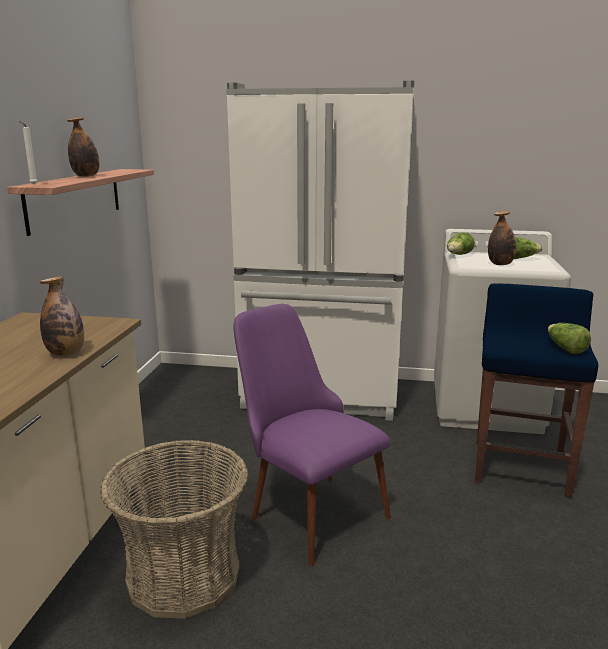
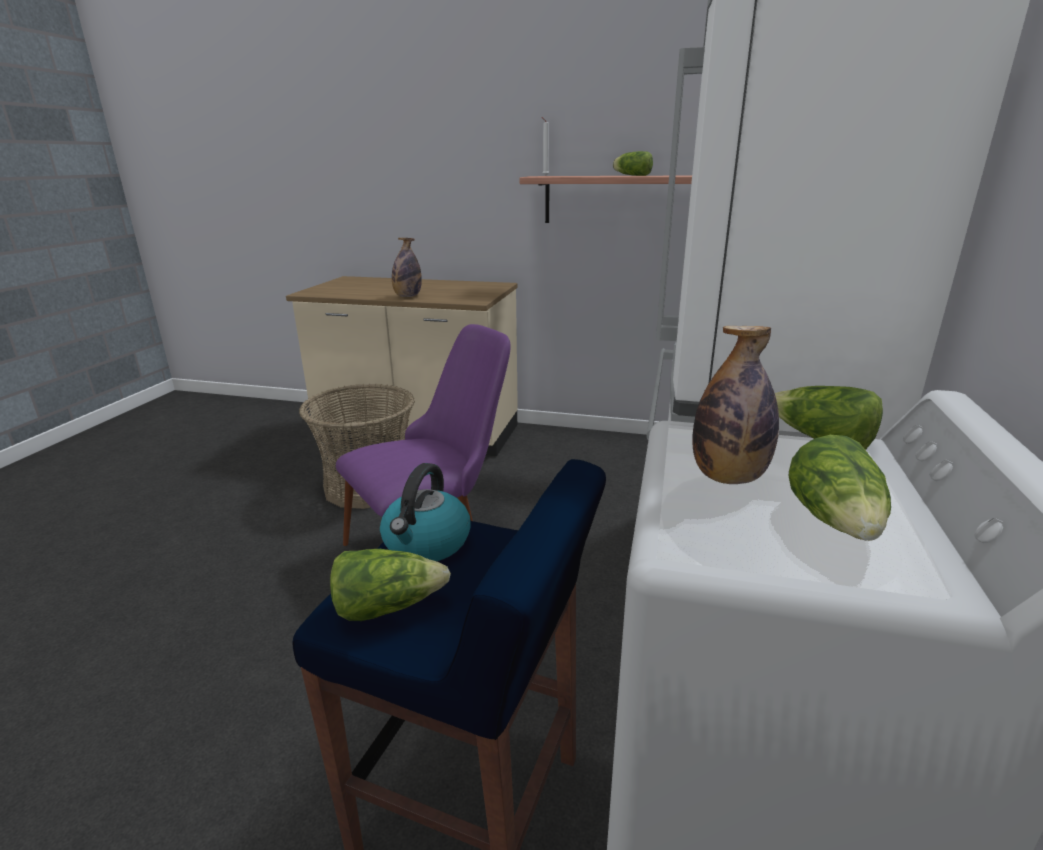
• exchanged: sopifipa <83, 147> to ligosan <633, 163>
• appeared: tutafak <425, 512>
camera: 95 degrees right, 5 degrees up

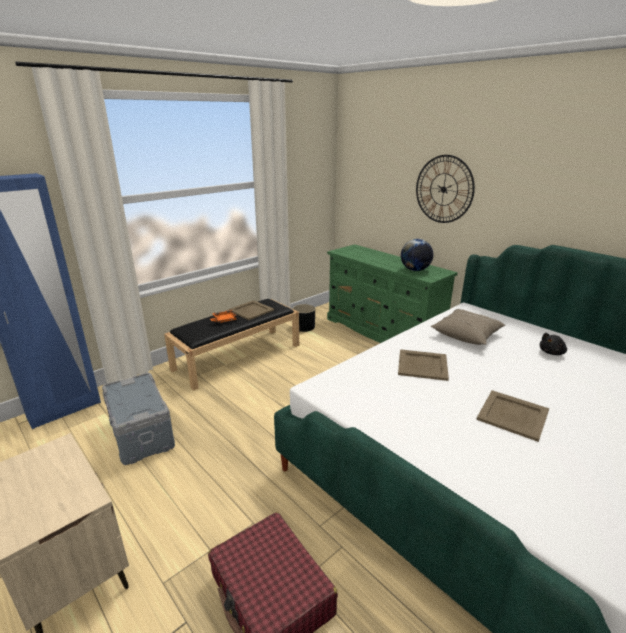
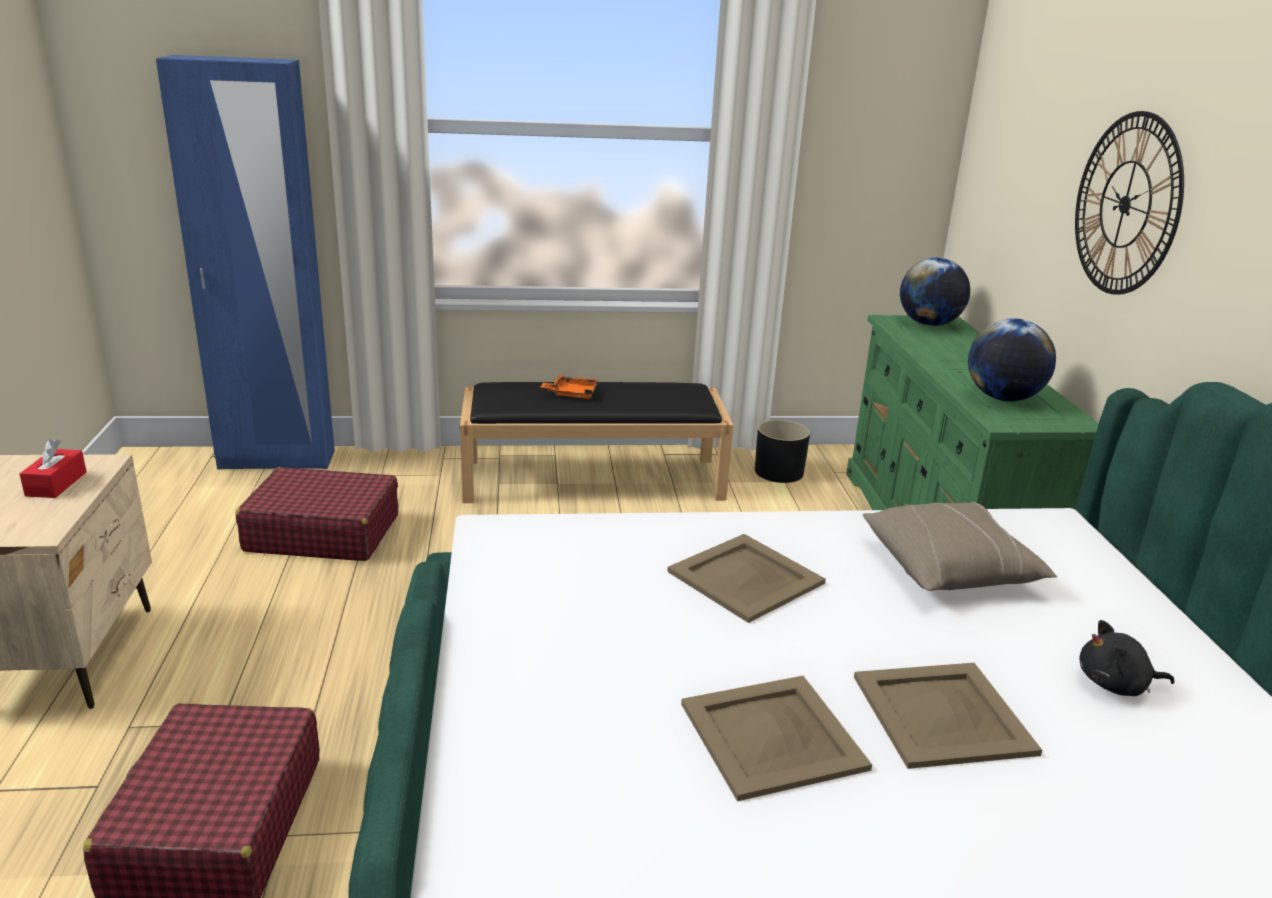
• exchanged: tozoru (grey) <138, 419> to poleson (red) <316, 514>
• relocated: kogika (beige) <251, 310> to <948, 716>
• appeared: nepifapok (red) <53, 468>
• appeared: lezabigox <935, 291>
camera: 35 degrees right, 0 degrees up

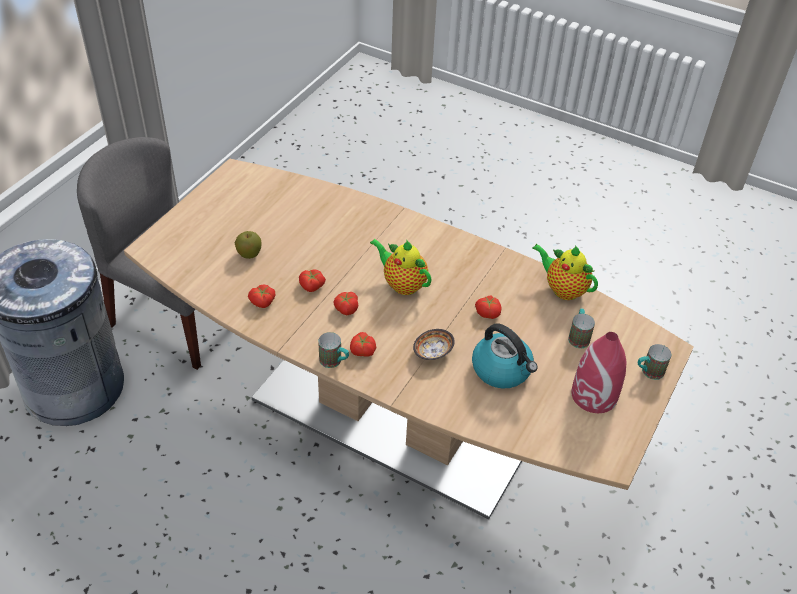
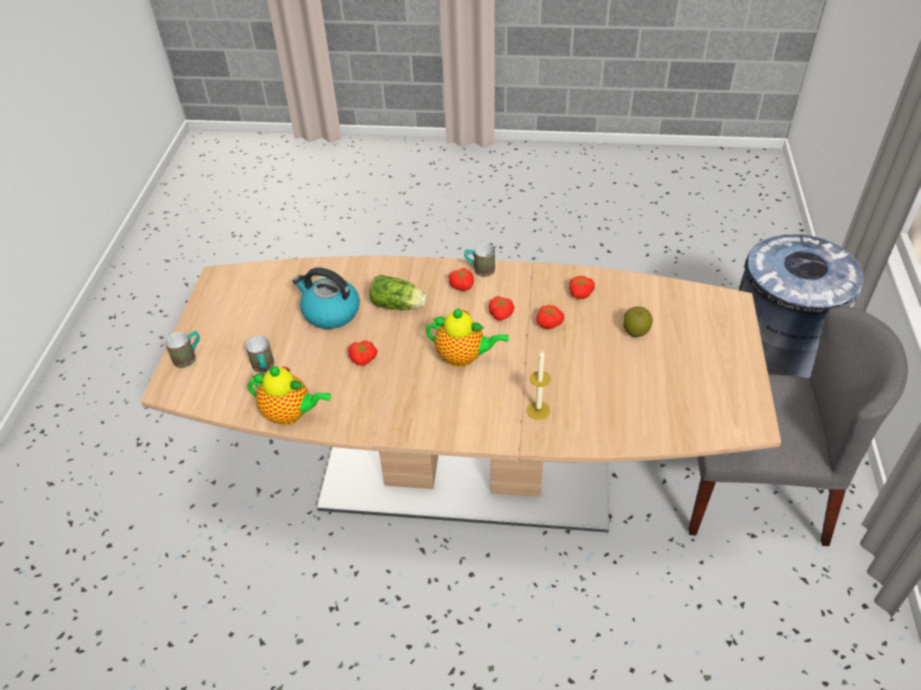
• exchanged: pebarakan <434, 344> to ligosan <398, 292>
• missing: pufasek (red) <599, 372>
• appeared: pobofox <539, 385>
camera: 160 degrees right, 0 degrees up

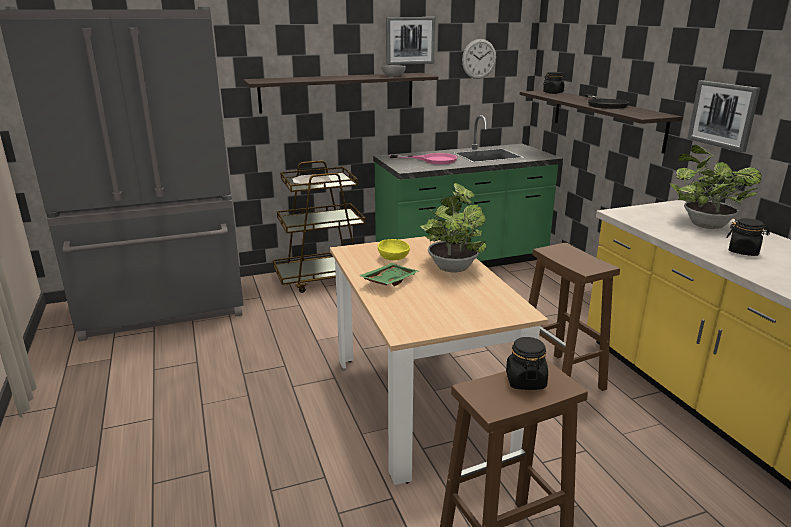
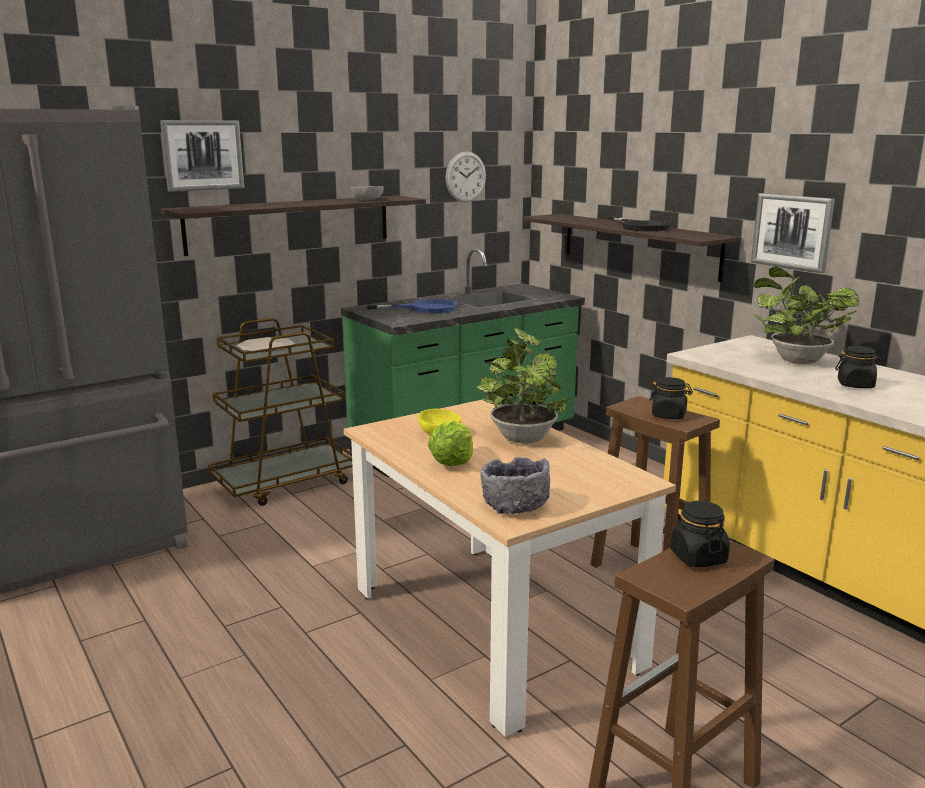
• exchanged: kogika (green) <389, 274> to ligosan <450, 443>
• relocated: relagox <410, 41> to <202, 156>
• colour: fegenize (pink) <423, 158> to fegenize (blue) <411, 306>
• relocated: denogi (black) <554, 83> to <671, 398>
• appeared: pebarakan (grey) <515, 485>
camera: 15 degrees left, 5 degrees down

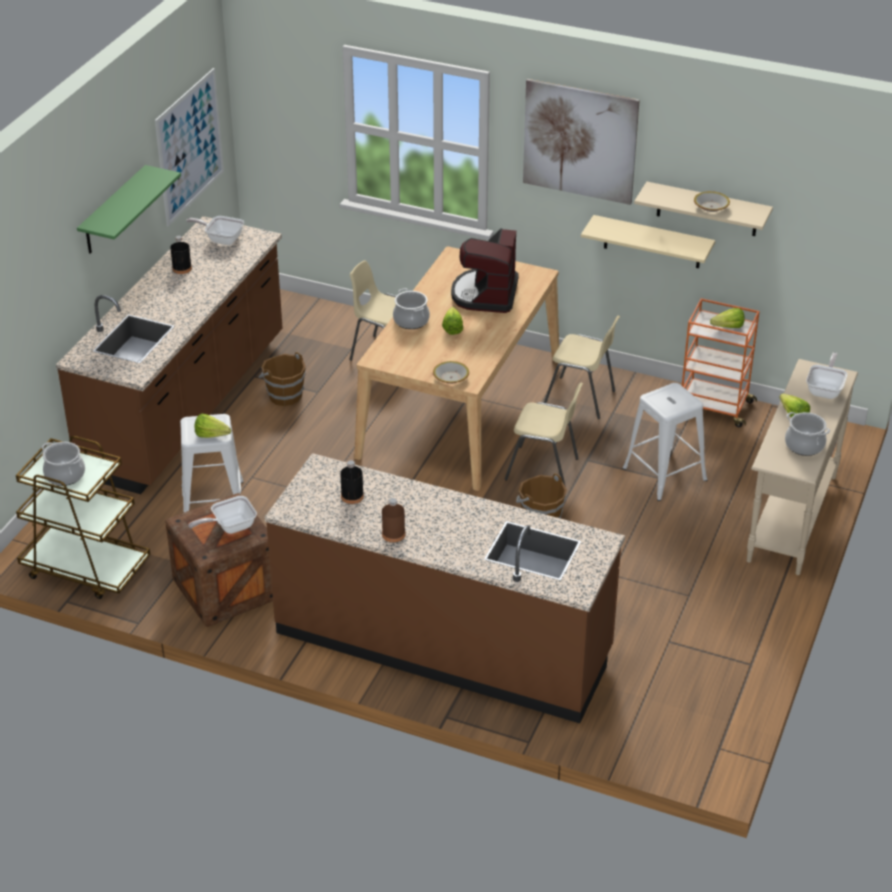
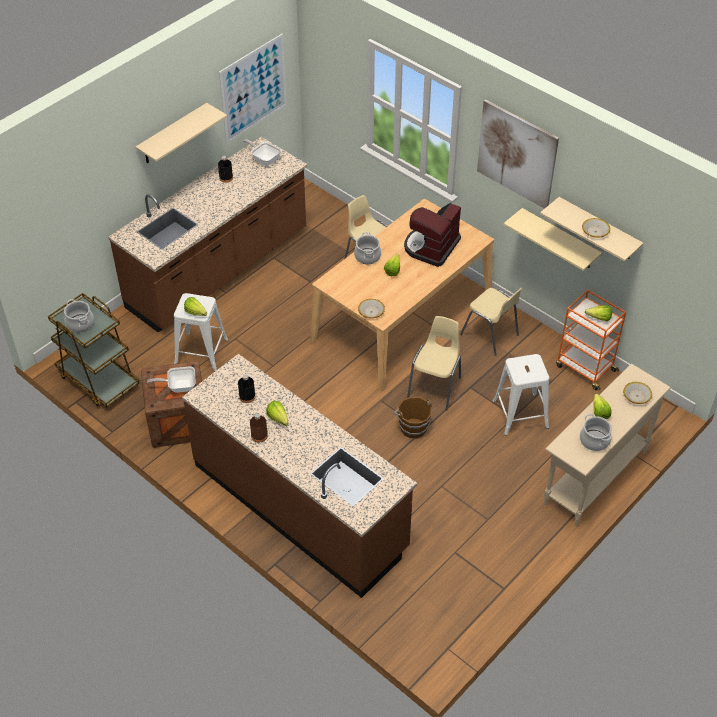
• colour: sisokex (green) <129, 209> to sisokex (beige) <181, 133>
• missing: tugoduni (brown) <282, 379>
• spun: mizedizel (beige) <543, 435> = <434, 363> 105 degrees counterclockwise
• exchanged: fegenize <826, 375> to pebarakan <637, 393>
• appeared: ligosan <277, 413>
camera: 20 degrees right, 10 degrees up

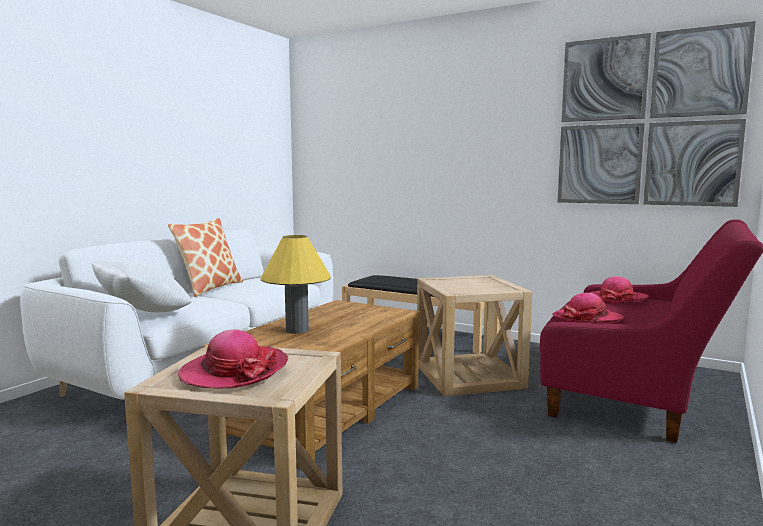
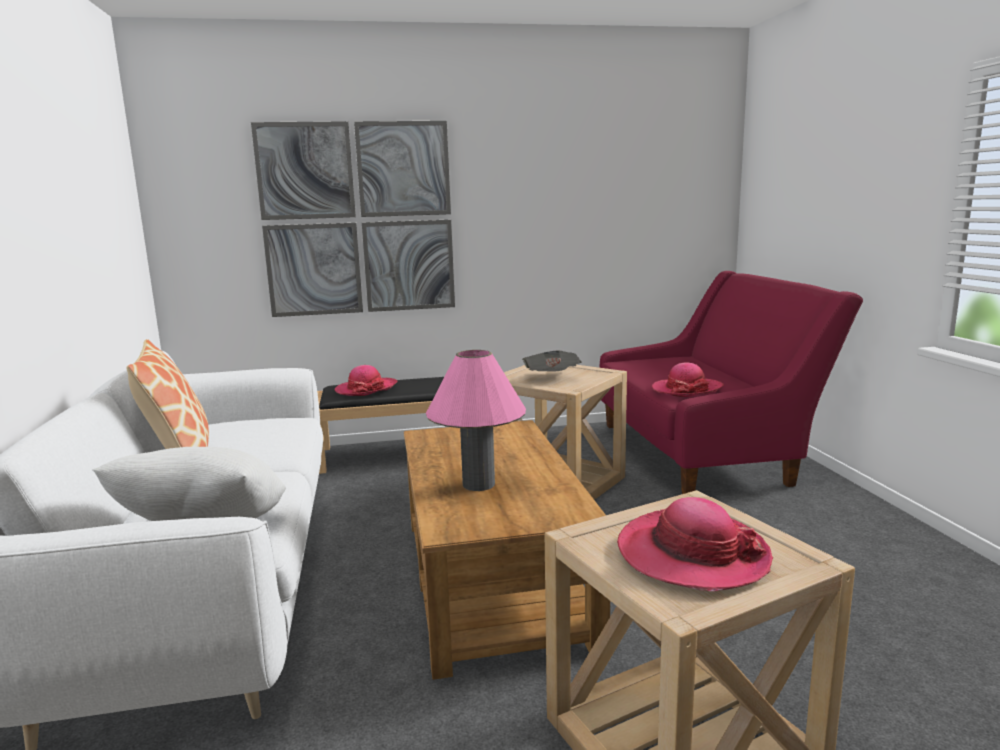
• colour: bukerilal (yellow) <295, 284> to bukerilal (pink) <476, 420>
• relocated: relagox <657, 114> to <353, 219>
• relocated: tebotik <619, 289> to <366, 380>
• appeared: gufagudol <552, 361>
camera: 40 degrees left, 5 degrees up

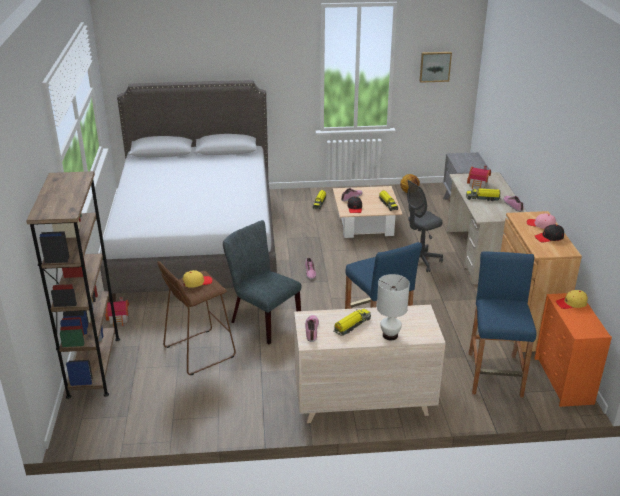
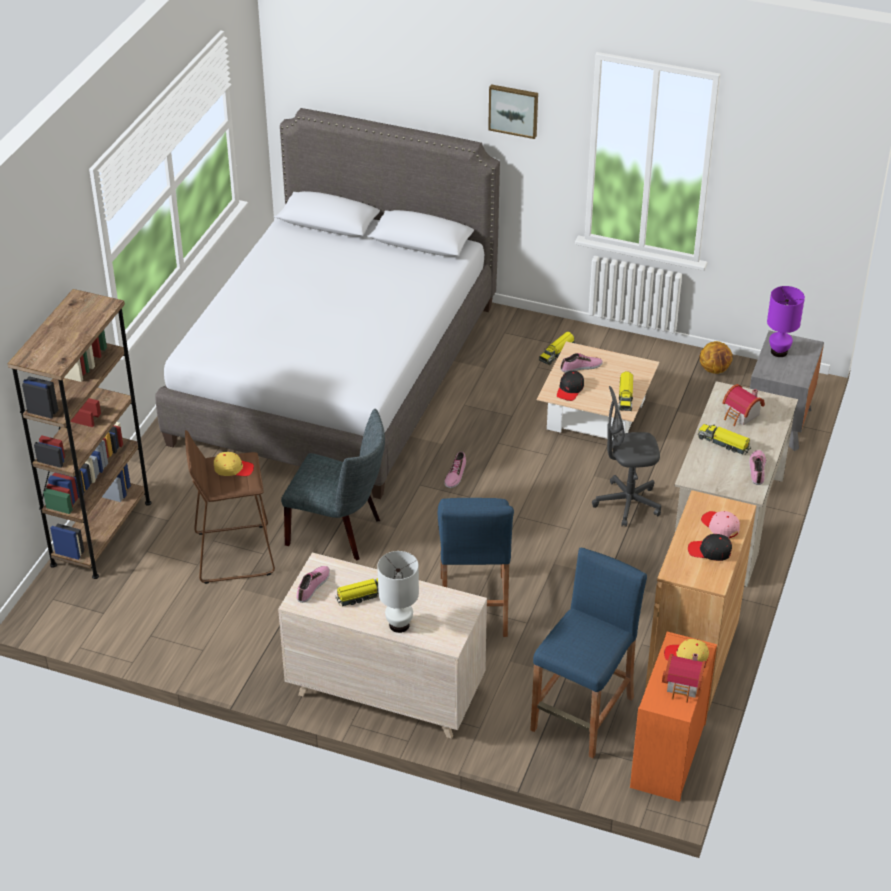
• relocated: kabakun <117, 312> to <684, 678>
• spun: mizedizel (grey) <262, 282> = <333, 485> 135 degrees clockwise
• relocated: relagox <436, 67> to <513, 111>
• appeared: bukerilal (purple) <786, 321>
camera: 25 degrees right, 10 degrees up

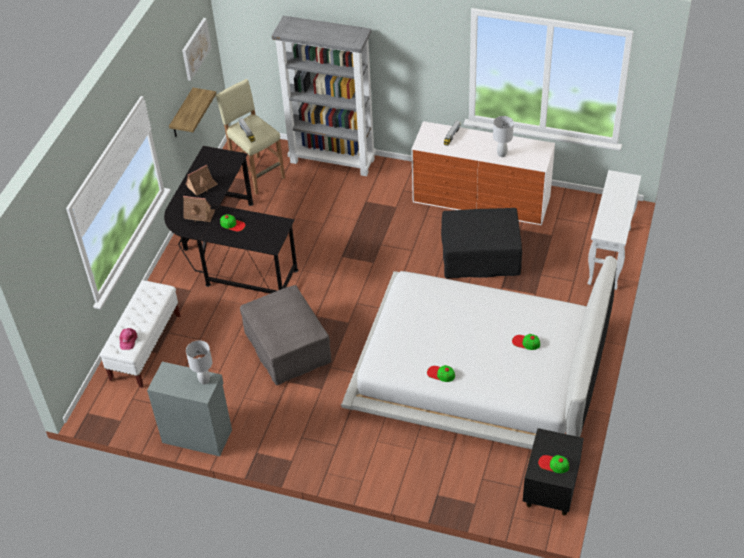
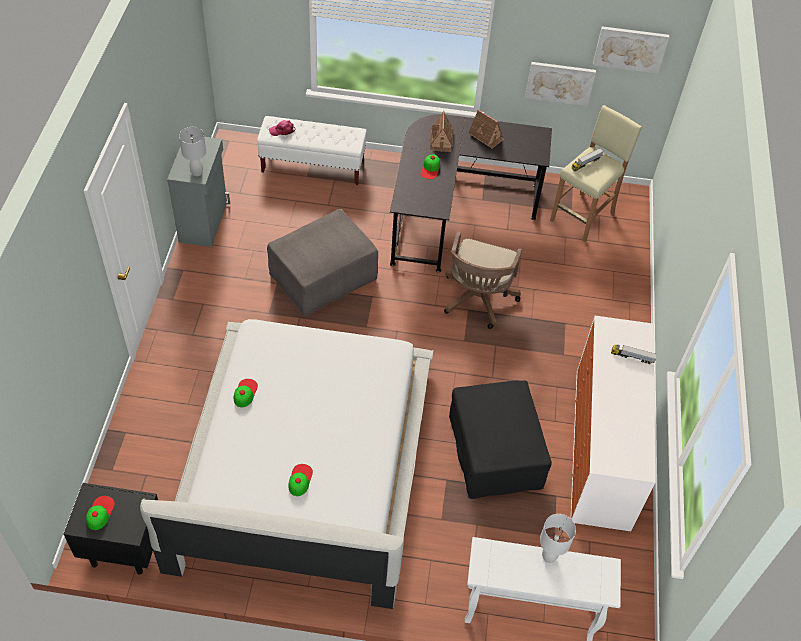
• exchanged: sisokex <193, 112> to relagox <560, 84>
• missing: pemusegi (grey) <324, 96>
• relocated: bukerilal (white) <503, 136> to <558, 538>
• appeared: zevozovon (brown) <483, 280>
camera: 75 degrees right, 5 degrees up

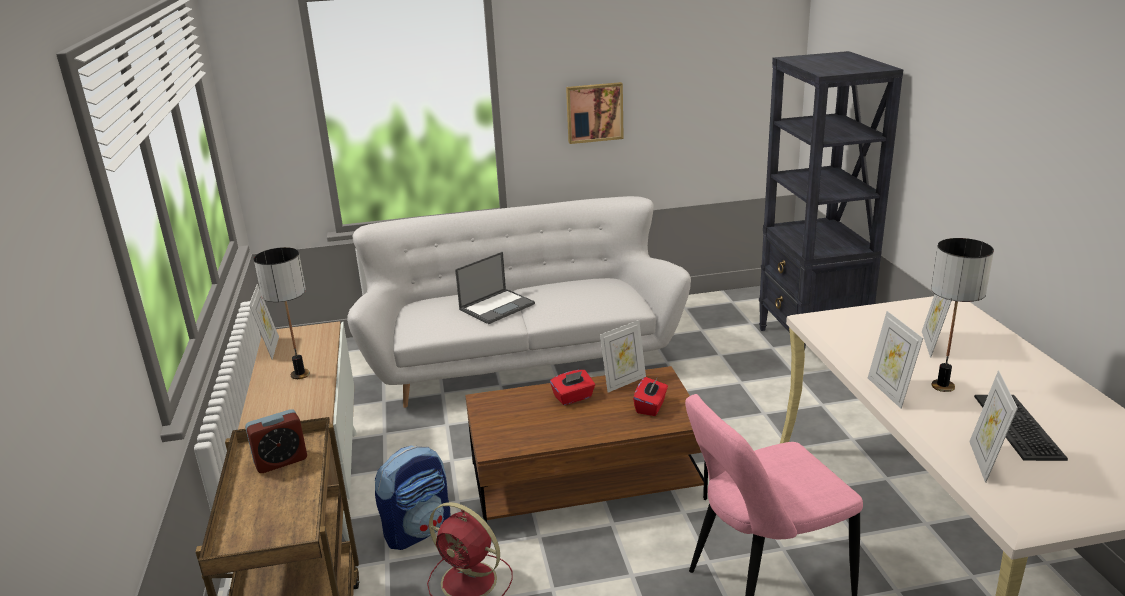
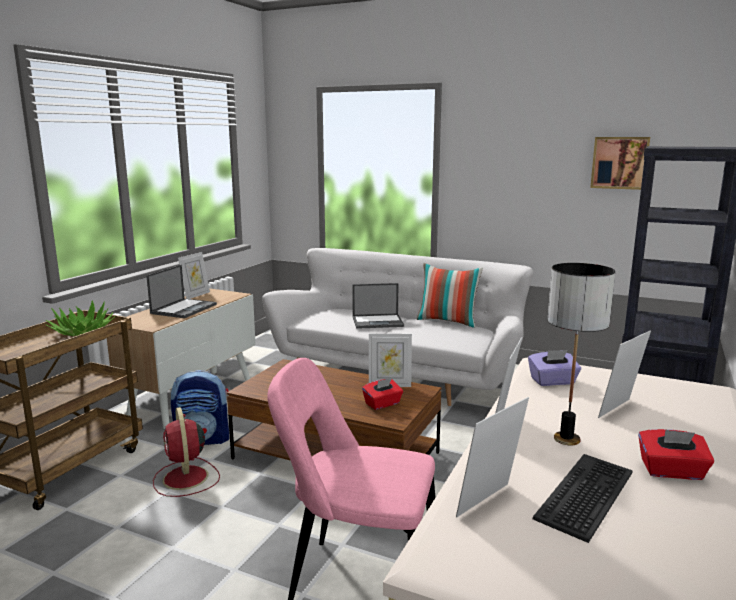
• exchanged: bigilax <276, 441> to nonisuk <80, 318>
• exchanged: bukerilal <282, 313> to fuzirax <181, 291>
• relocated: nepifapok (red) <572, 387> to <676, 454>
• relocated: relagox <595, 113> to <620, 163>
• appeared: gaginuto <450, 295>
• appeared: nepifapok (purple) <554, 368>
camera: 35 degrees right, 10 degrees down

